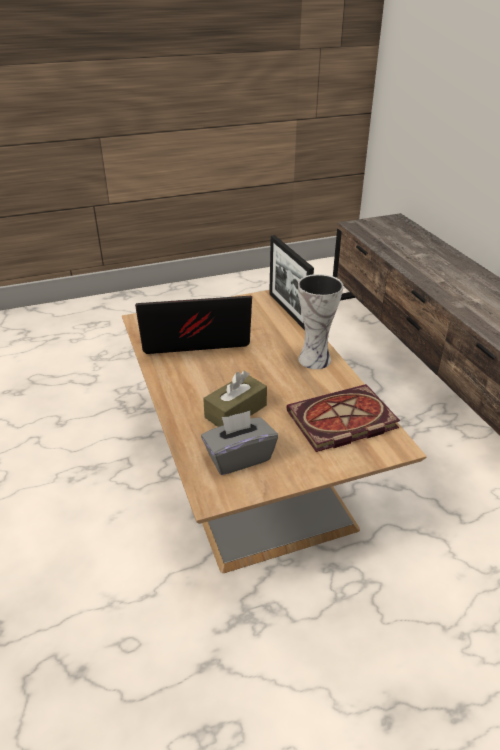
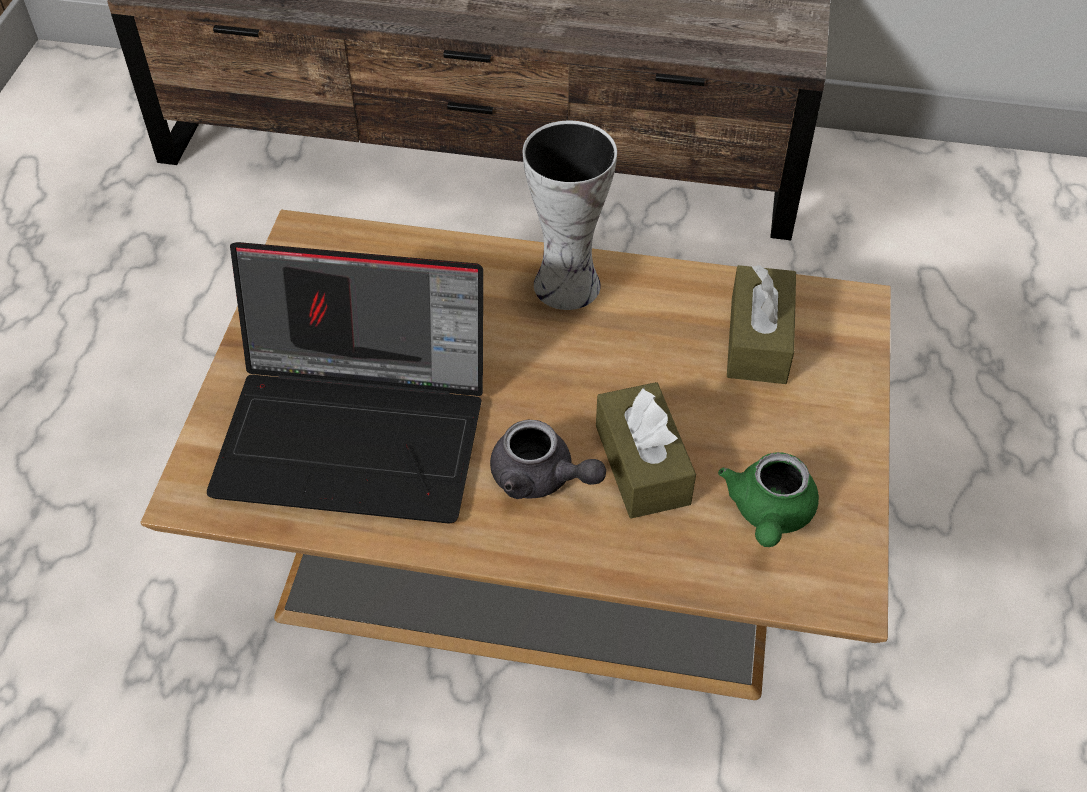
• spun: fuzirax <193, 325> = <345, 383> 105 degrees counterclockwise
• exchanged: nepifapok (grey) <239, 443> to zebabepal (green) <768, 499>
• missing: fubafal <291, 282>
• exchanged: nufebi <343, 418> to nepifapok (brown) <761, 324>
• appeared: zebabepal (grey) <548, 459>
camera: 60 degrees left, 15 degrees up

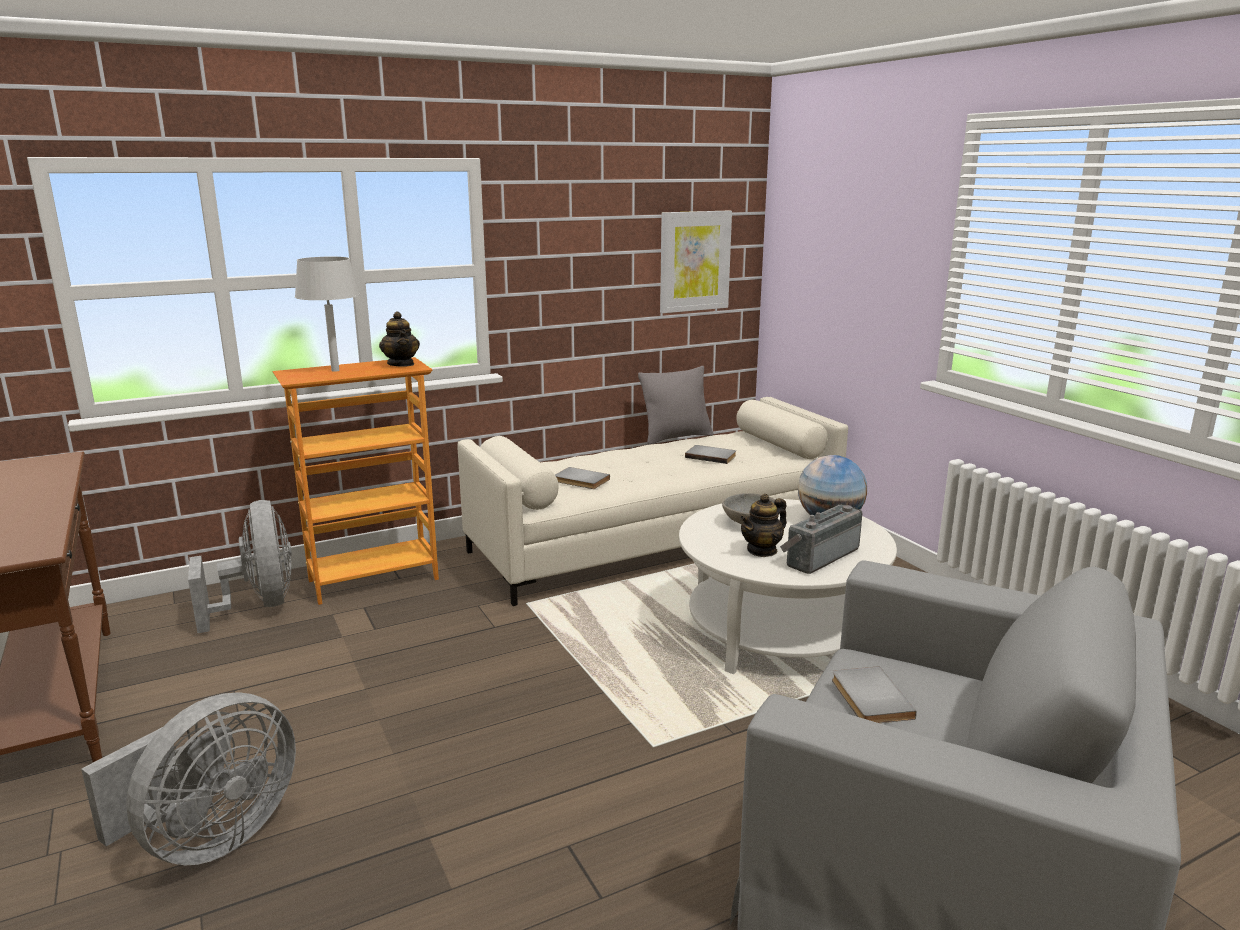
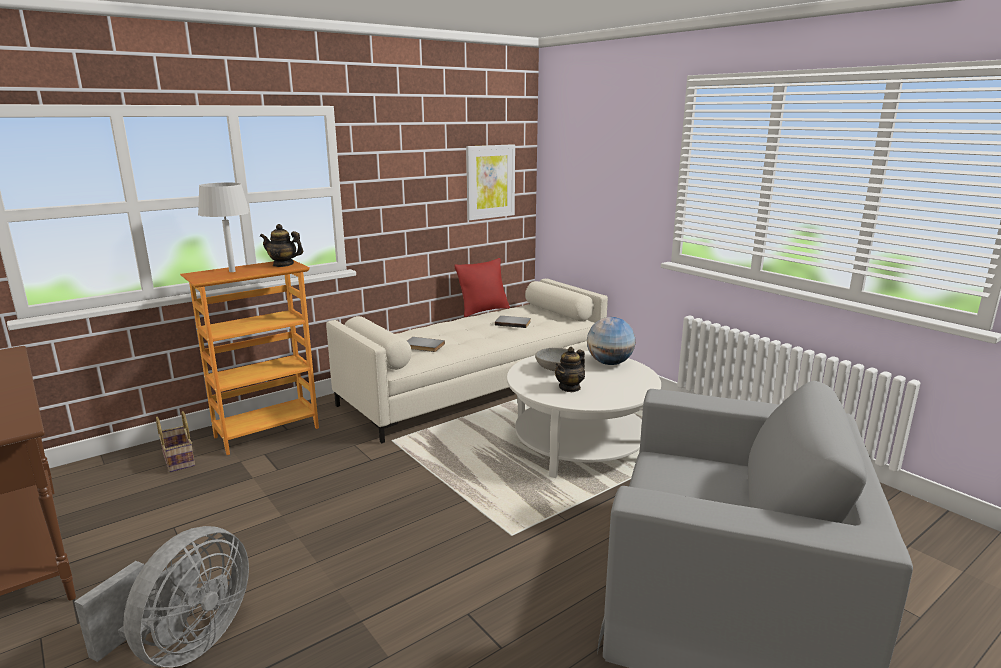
• exchanged: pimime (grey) <240, 566> to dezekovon <175, 441>
• spun: zebabepal <399, 339> = <281, 245> 135 degrees clockwise
• colour: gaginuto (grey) <676, 405> to gaginuto (red) <482, 287>
• missing: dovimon <821, 539>
• missing: nufebi (grey) <874, 694>
camera: 10 degrees left, 0 degrees up

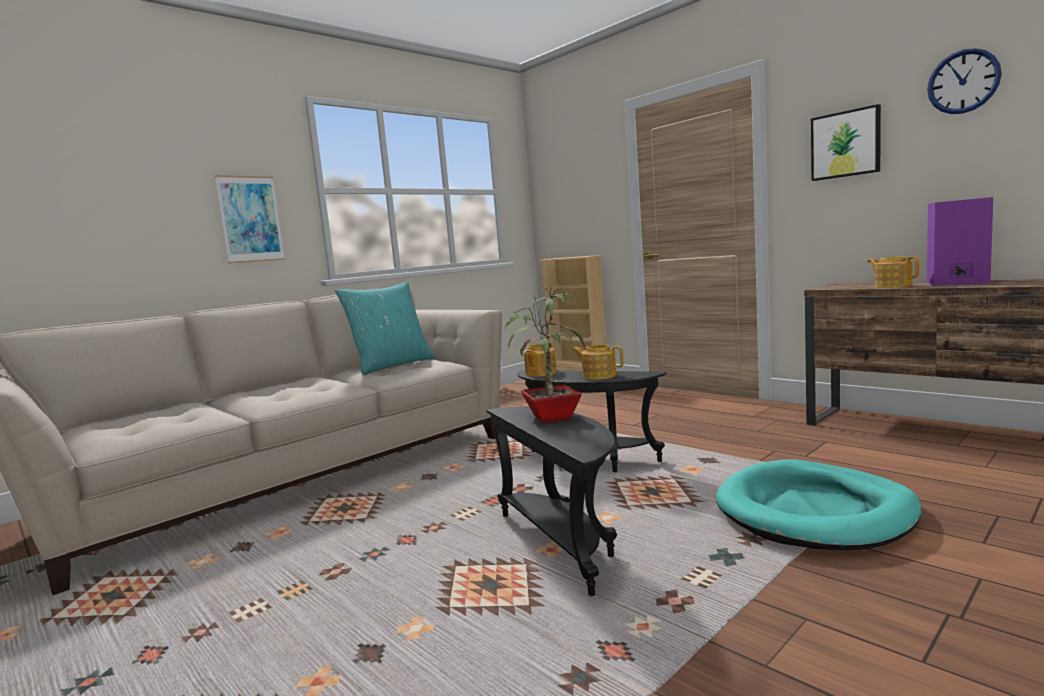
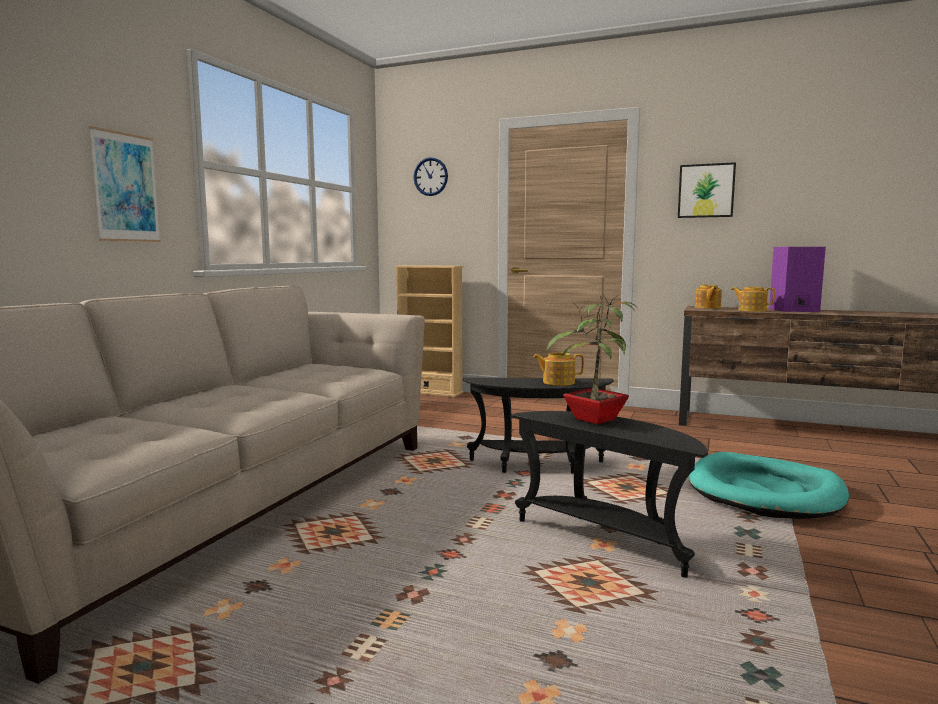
• missing: gaginuto (turquoise) <385, 328>
• relocated: zebabepal <540, 359> to <708, 297>
• relocated: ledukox <964, 81> to <430, 176>
camera: 25 degrees left, 0 degrees up

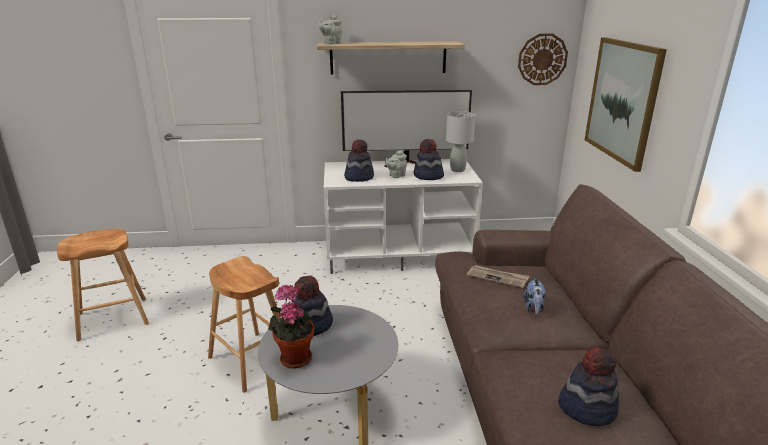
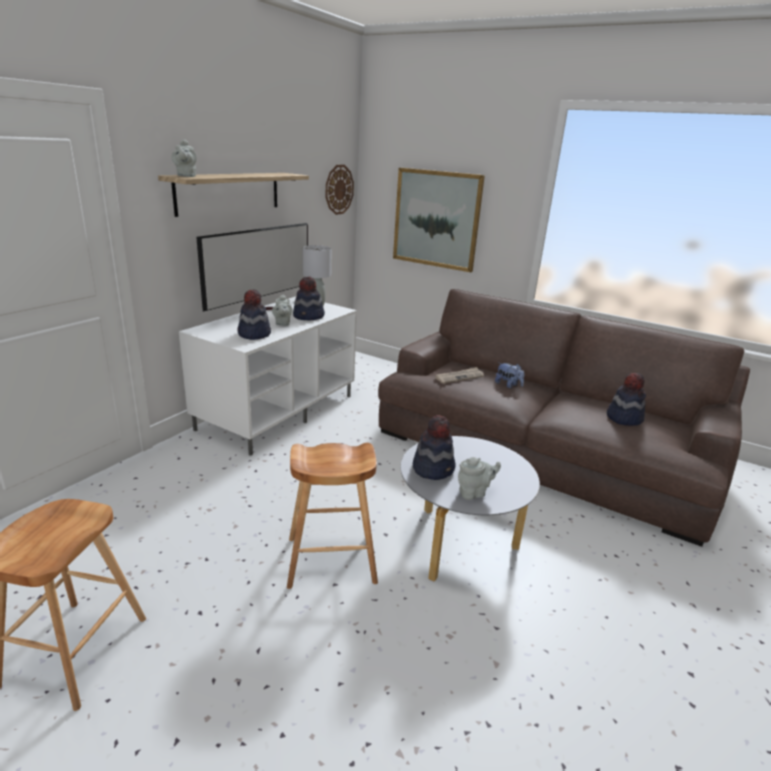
• exchanged: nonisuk <291, 327> to zebabepal (grey) <479, 478>
camera: 55 degrees left, 0 degrees up

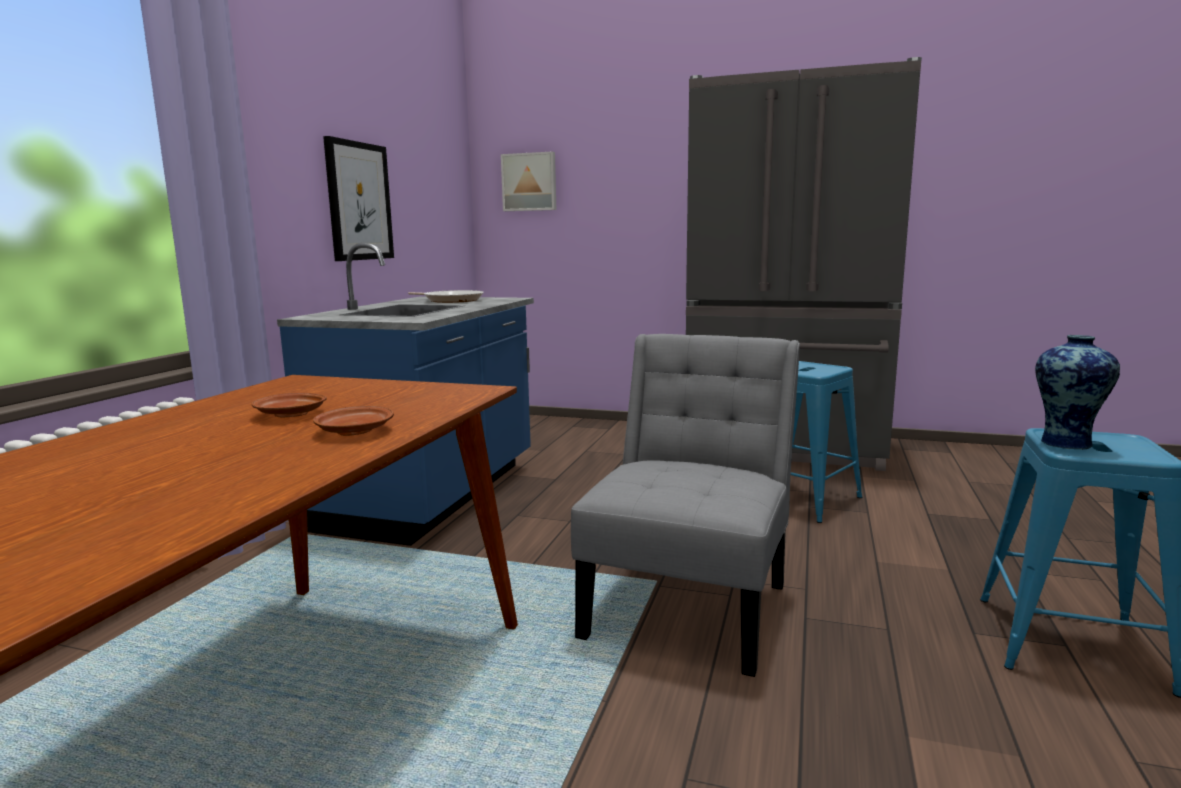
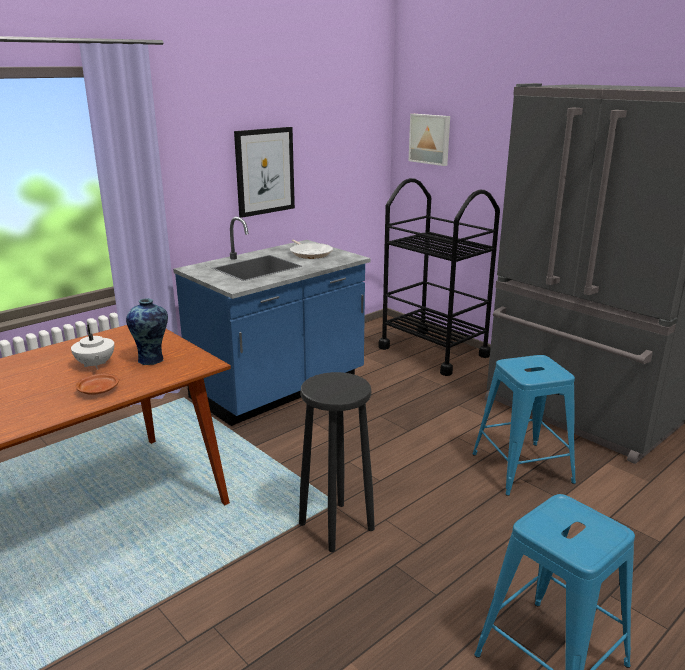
• exchanged: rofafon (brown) <289, 405> to zebabepal (white) <92, 346>
• exchanged: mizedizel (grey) <685, 505> to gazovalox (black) <337, 462>
• relocated: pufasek <1077, 392> to <147, 331>
• appeared: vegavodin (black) <439, 277>
camera: 30 degrees right, 10 degrees up

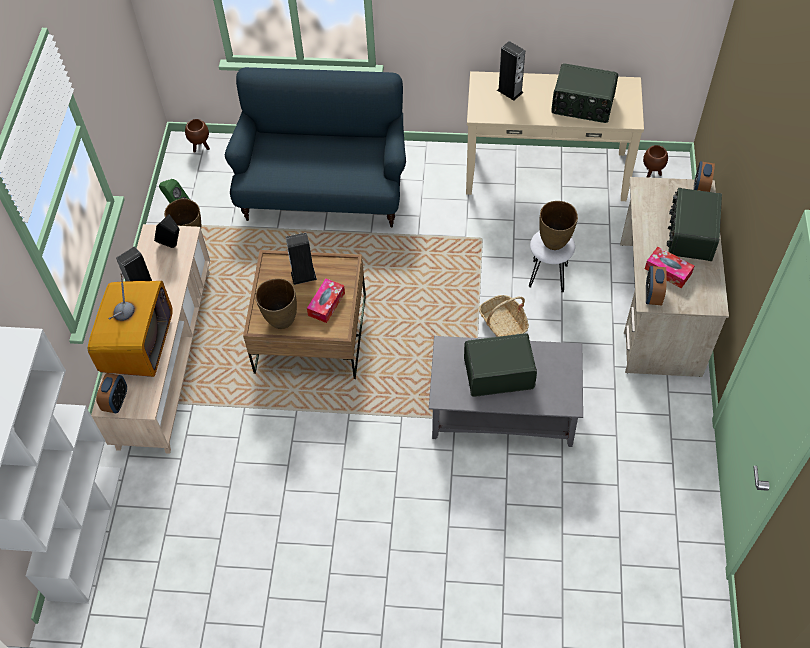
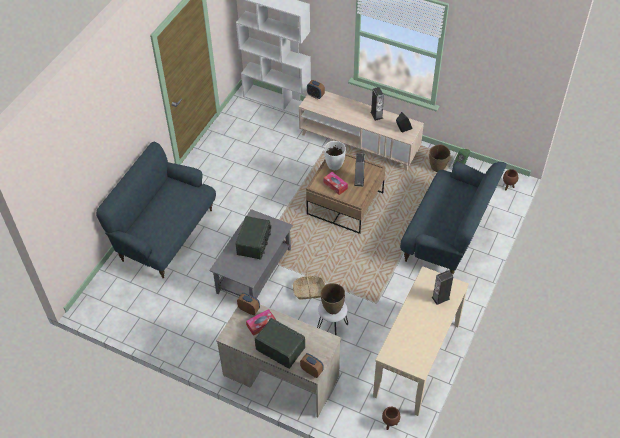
• missing: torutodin <130, 325>
• colour: pufasek (brown) <276, 304> to pufasek (white) <335, 155>
• missing: dovimon <584, 93>
• appeared: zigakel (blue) <156, 210>
camera: 110 degrees right, 5 degrees down

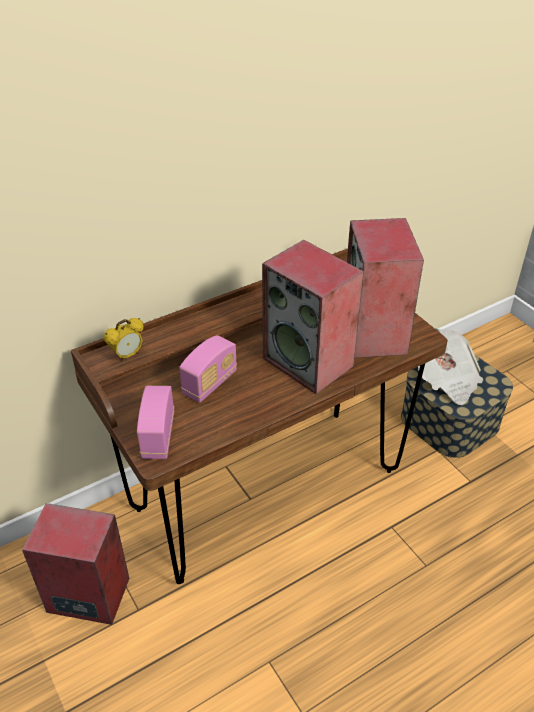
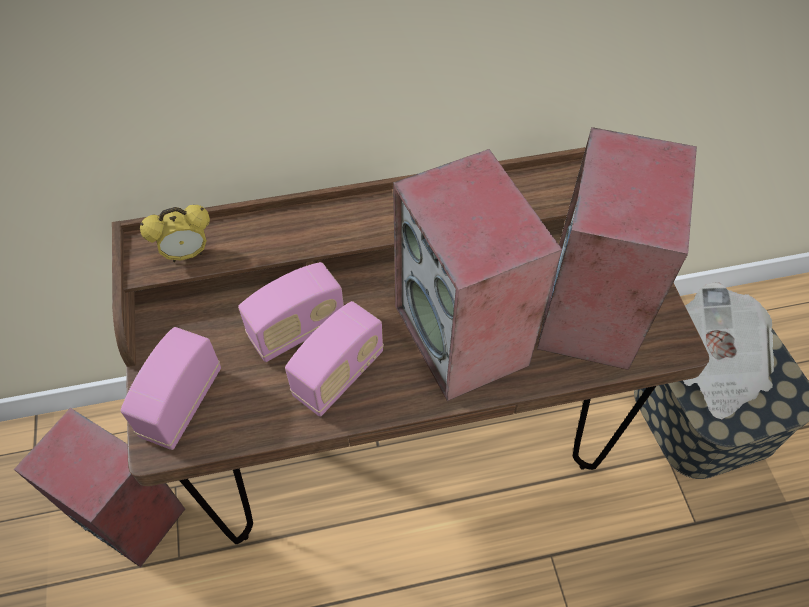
• appeared: dovimon <334, 359>
camera: 20 degrees right, 15 degrees up

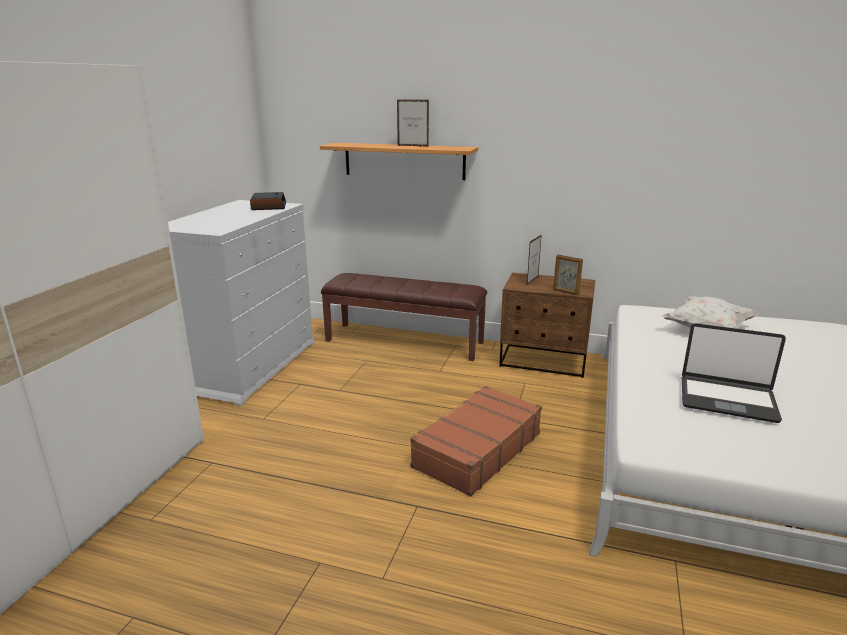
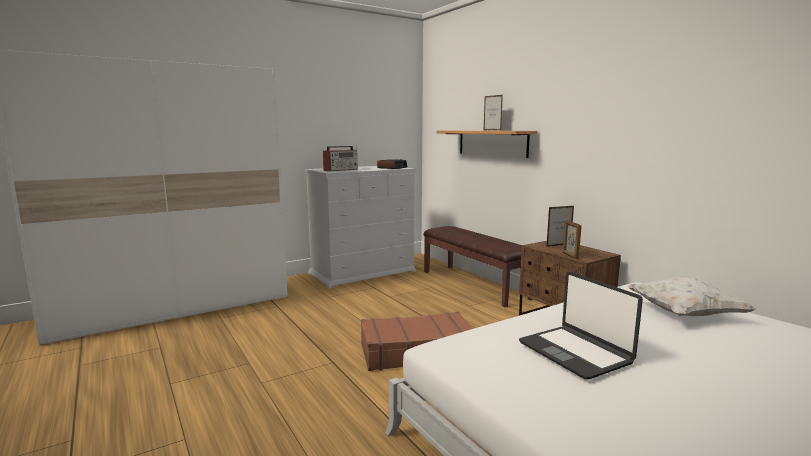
• appeared: dovimon <340, 158>
camera: 40 degrees right, 10 degrees down

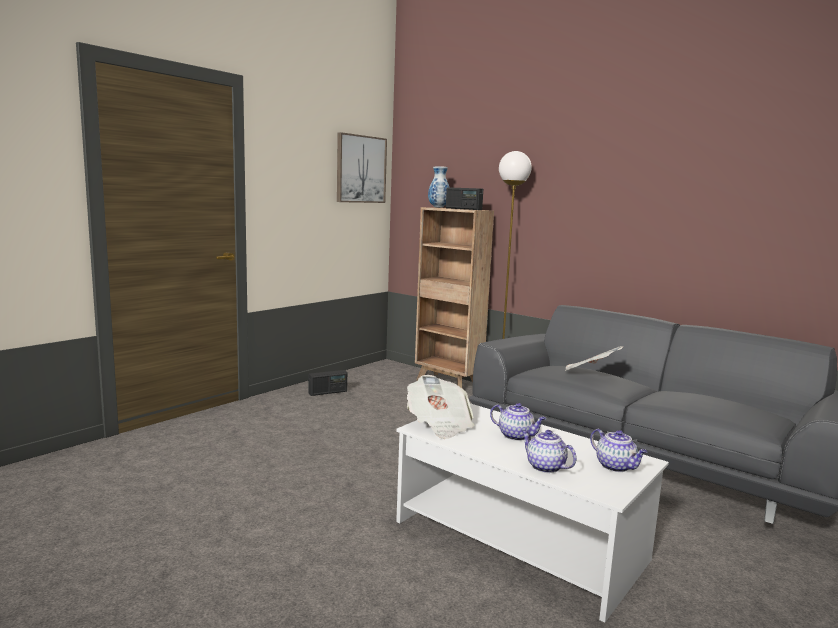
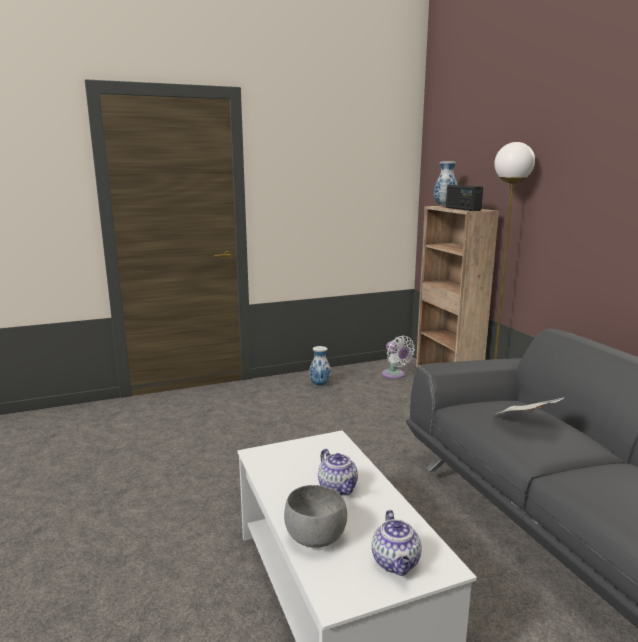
• exchanged: dovimon <327, 383> to pufasek <320, 366>
• missing: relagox <362, 167>
• missing: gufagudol <440, 407>
• exchanged: zebabepal <549, 451> to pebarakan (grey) <315, 516>
• appeared: pimime (white) <398, 357>
camera: 30 degrees right, 5 degrees up

